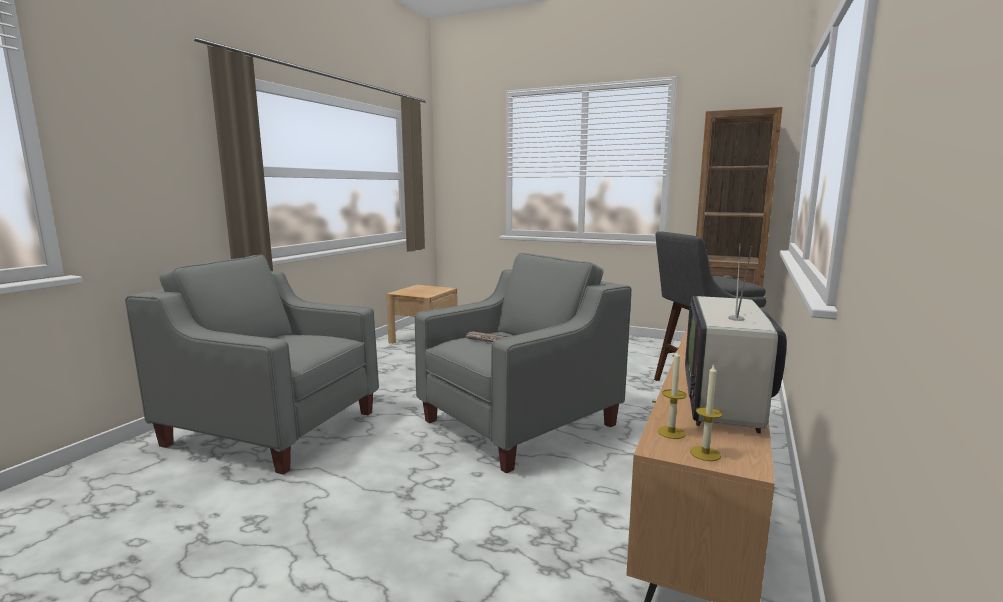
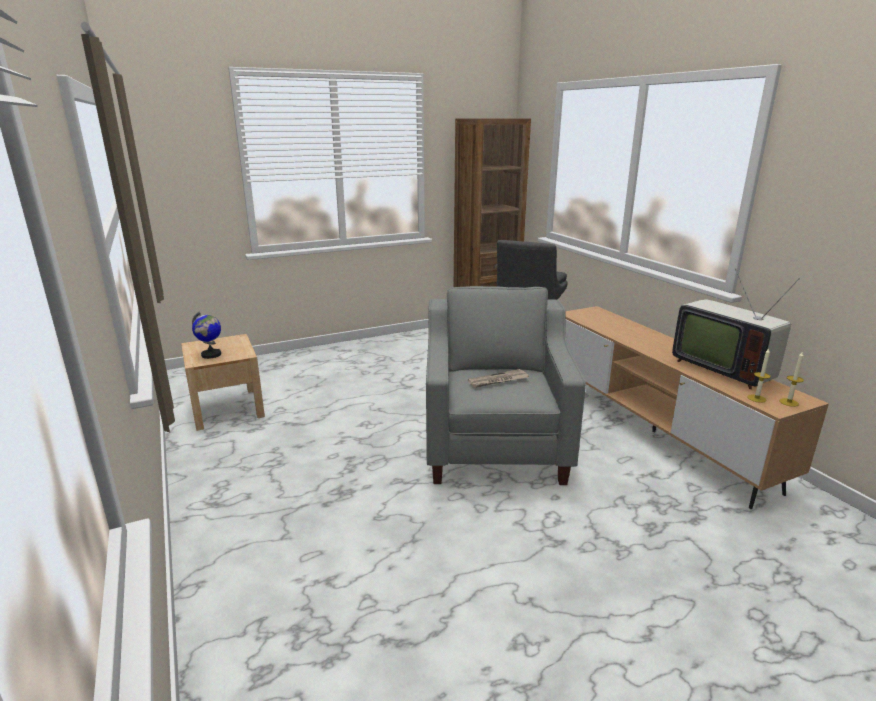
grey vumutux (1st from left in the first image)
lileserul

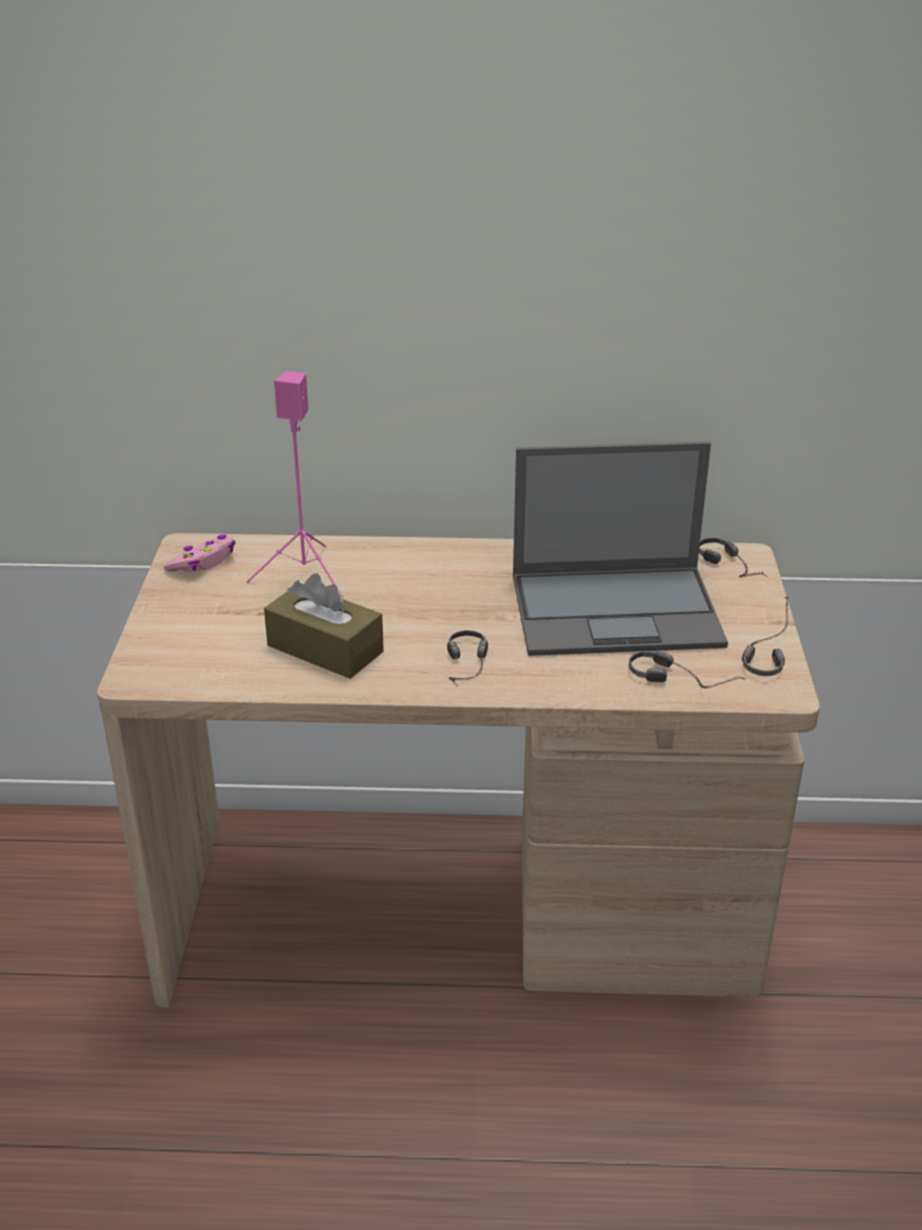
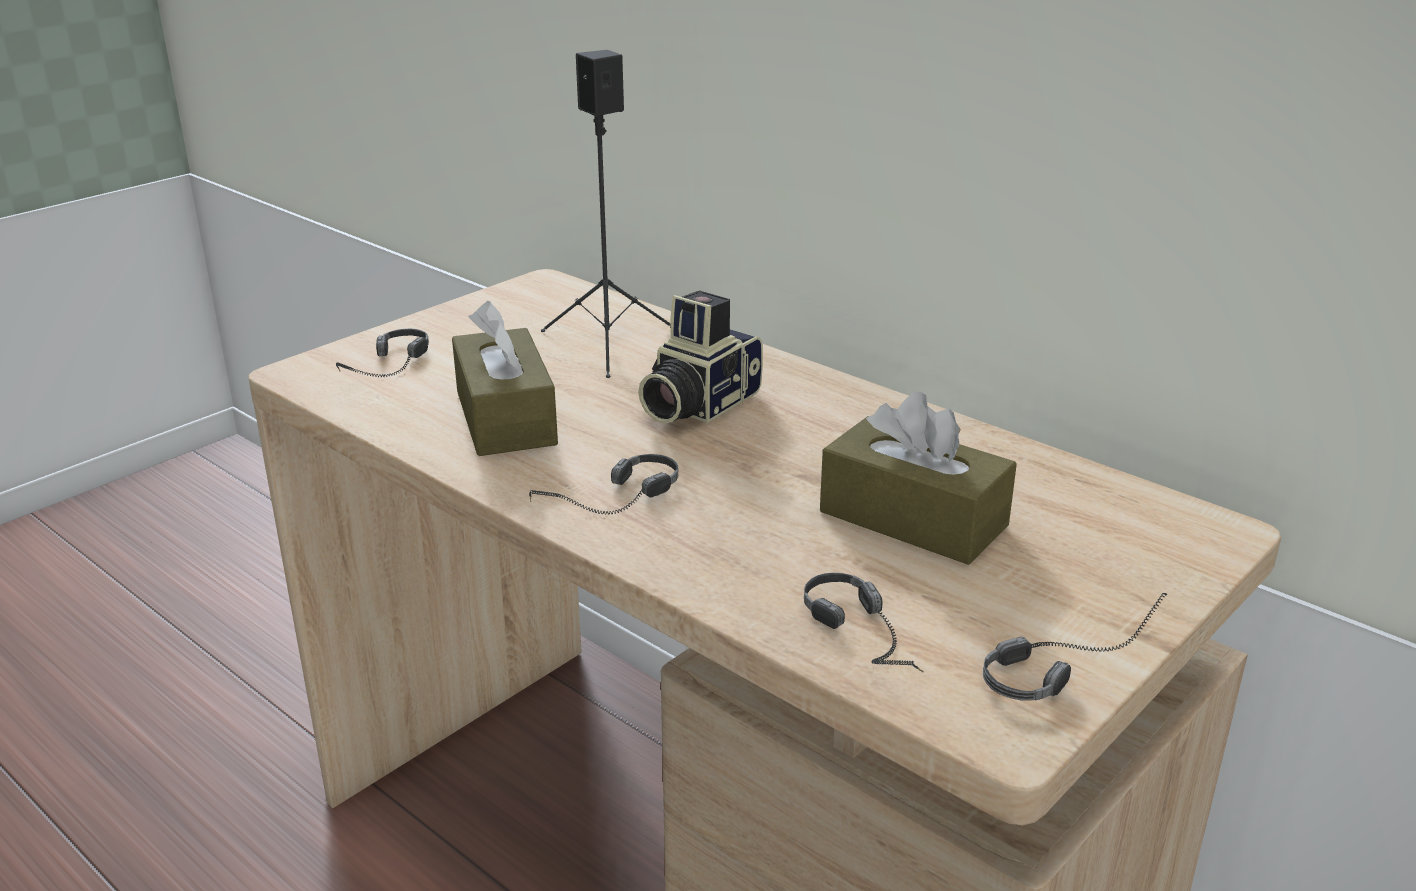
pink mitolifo
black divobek
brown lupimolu (2nd from left)
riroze (1st from left)
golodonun

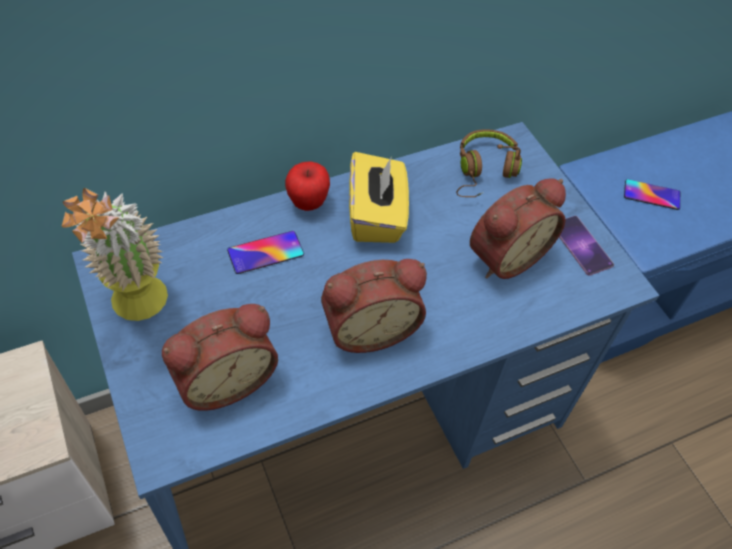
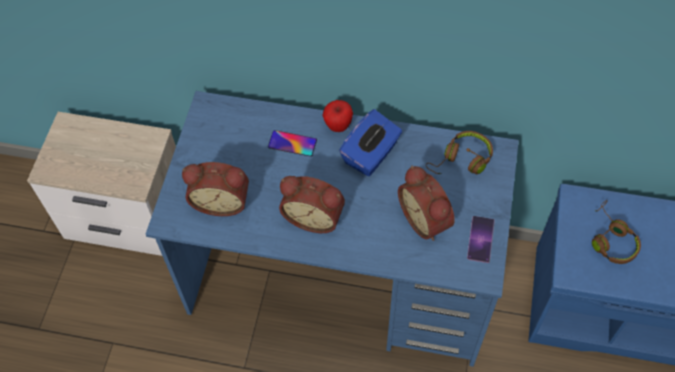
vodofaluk
blue lupimolu
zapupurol (3rd from left)
brown riroze (2nd from left)

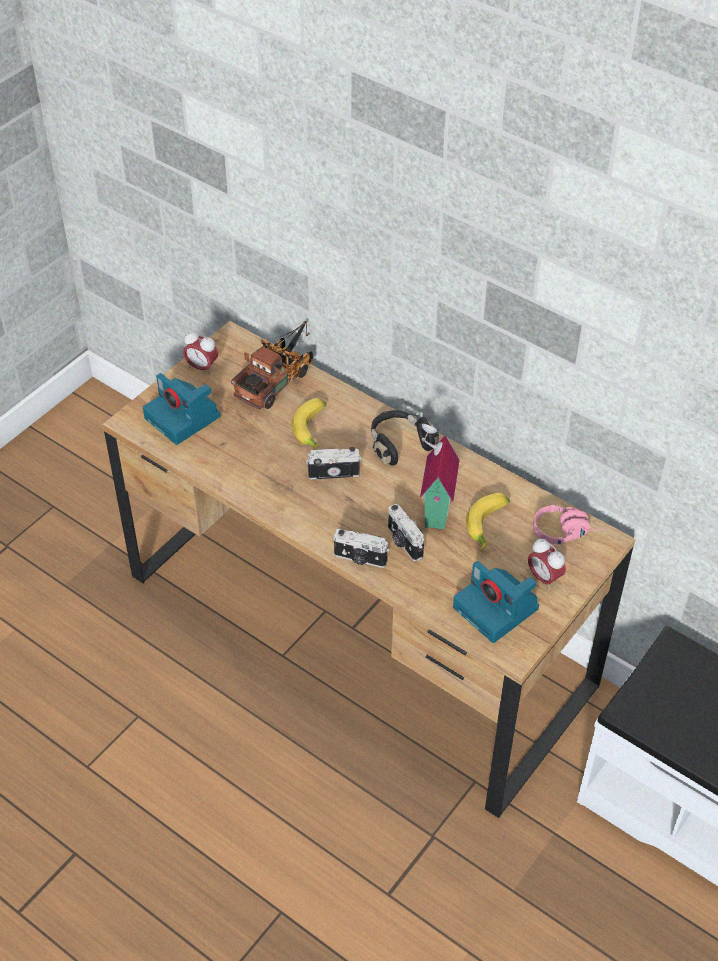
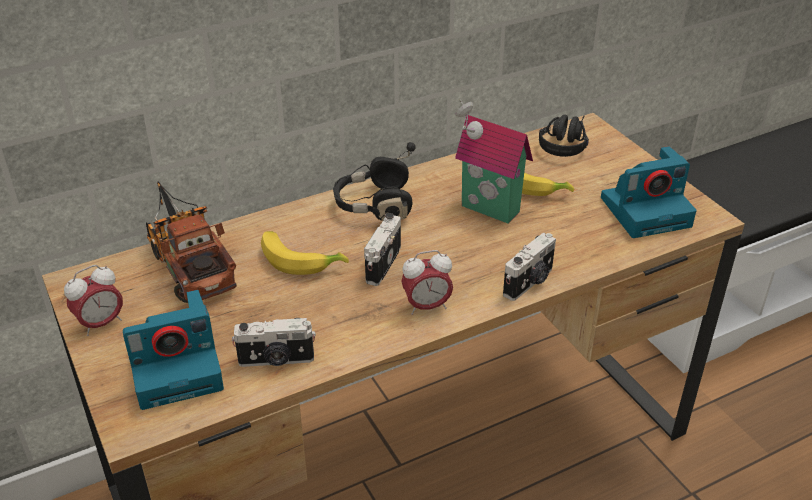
golodonun (2nd from left)
zapupurol (2nd from left)
black riroze (2nd from left)

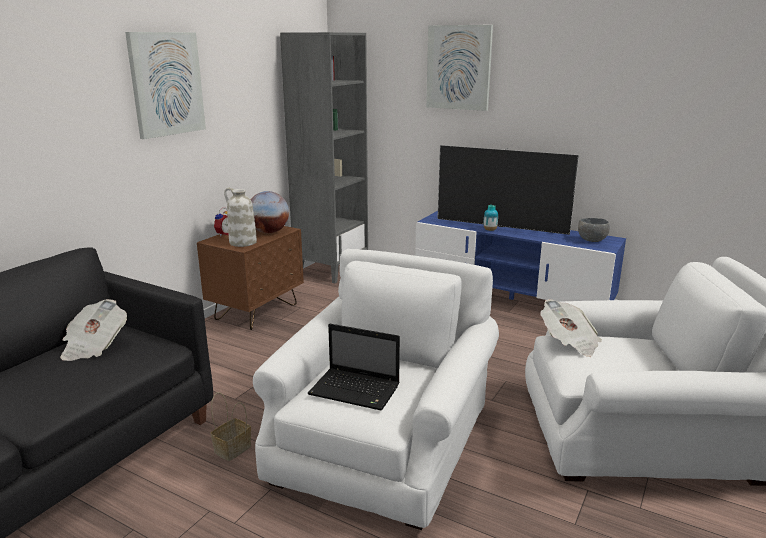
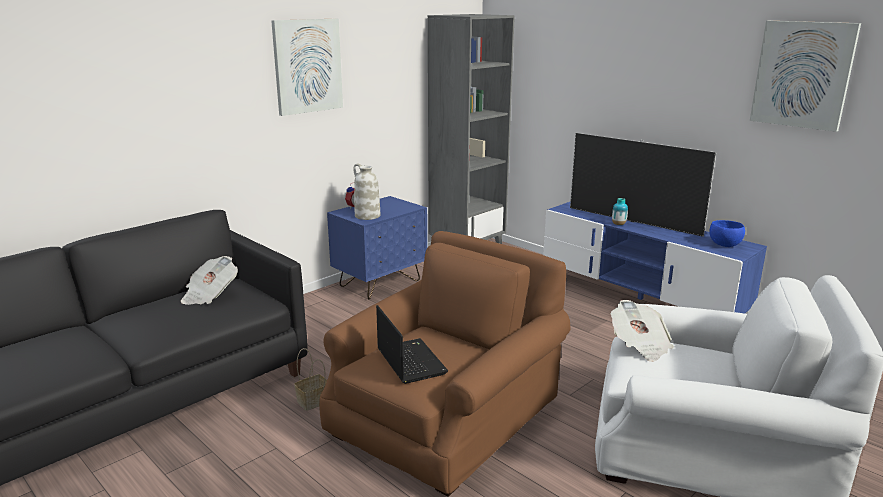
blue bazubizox
lileserul
brown vumutux
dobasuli
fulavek (2nd from left)
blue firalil

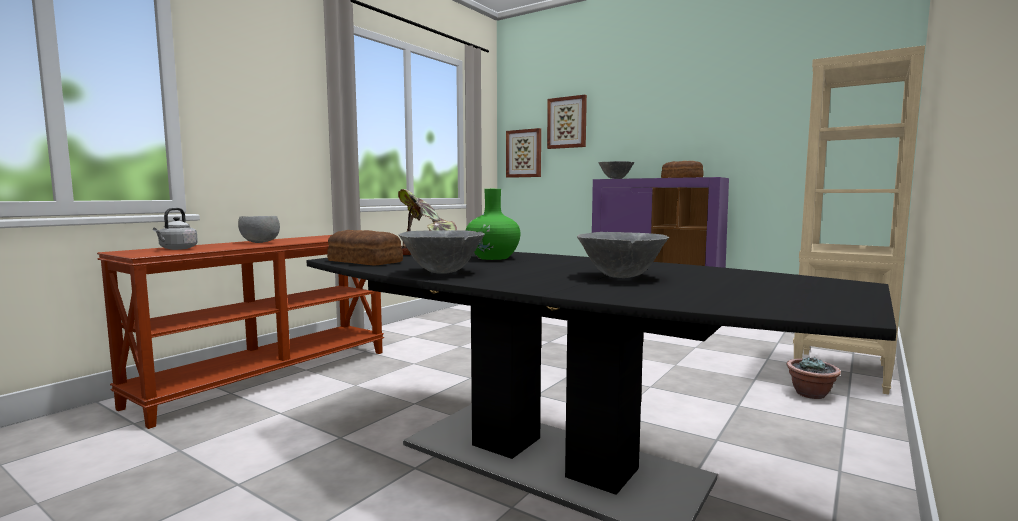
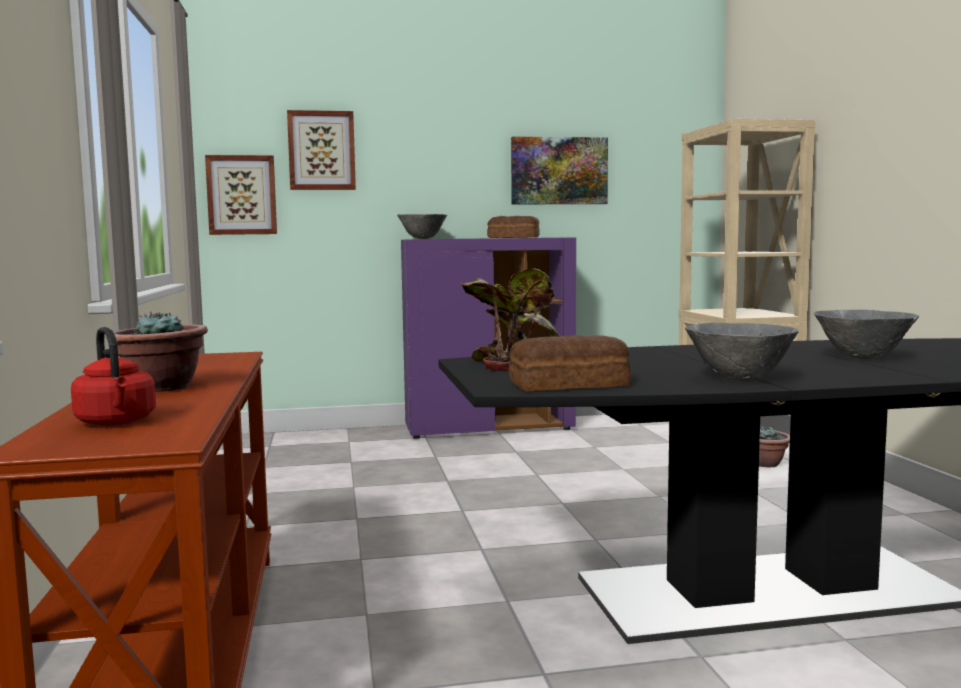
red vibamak
vodofaluk (1st from left)
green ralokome
fulavek (3rd from left)

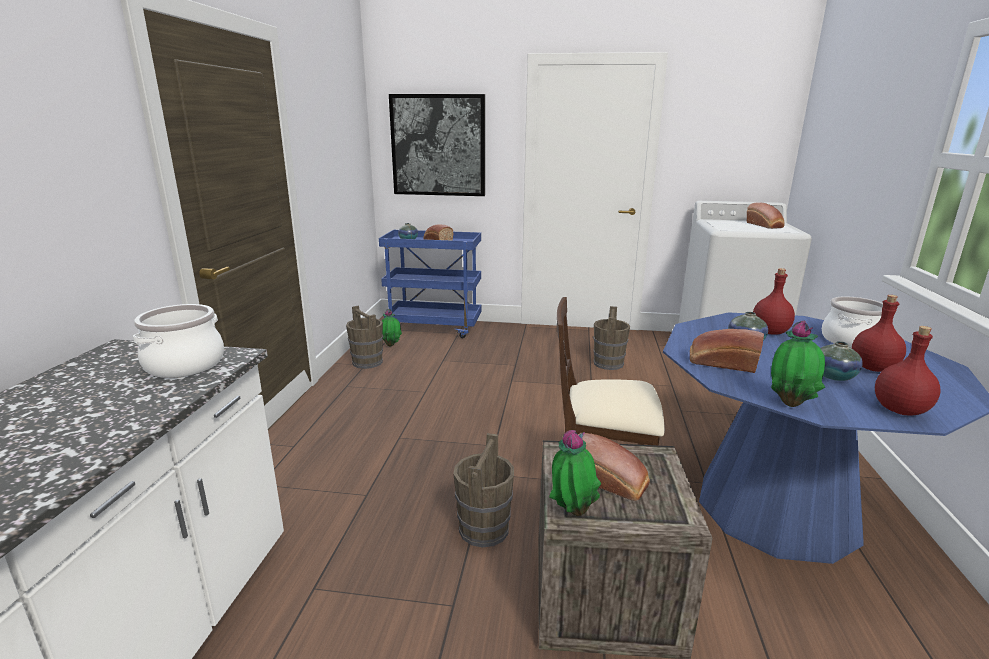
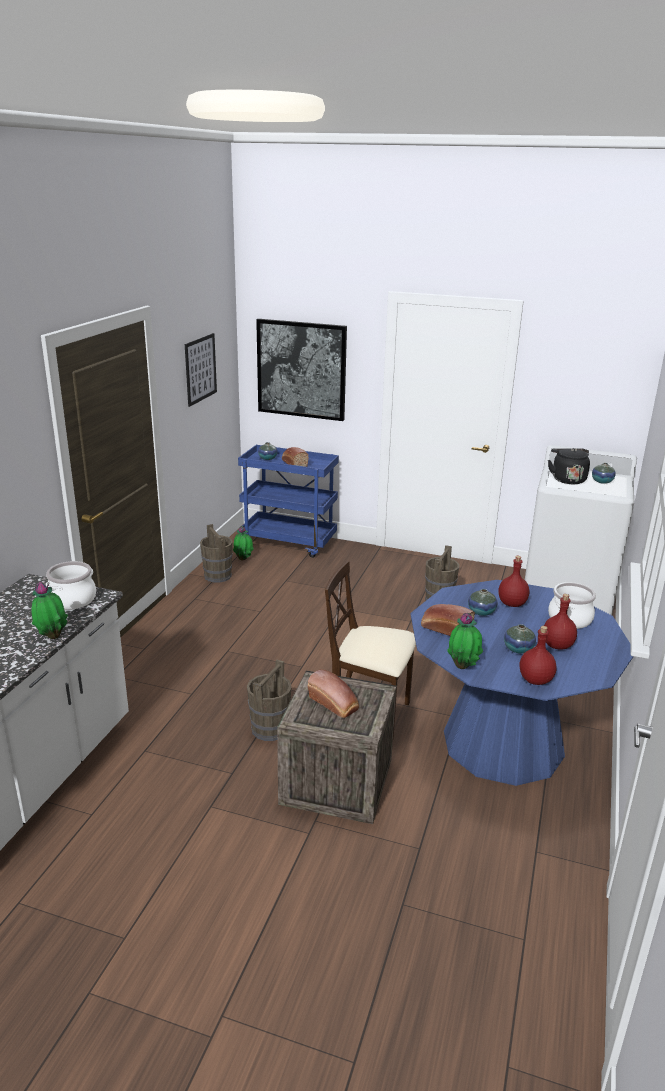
vodofaluk (1st from left)
ralokome (4th from left)
fulavek (1st from left)
black vibamak

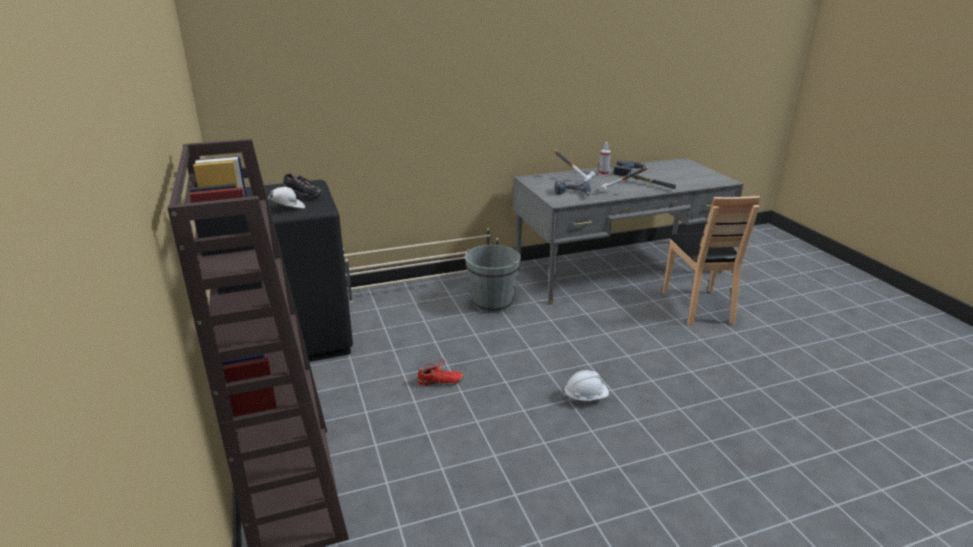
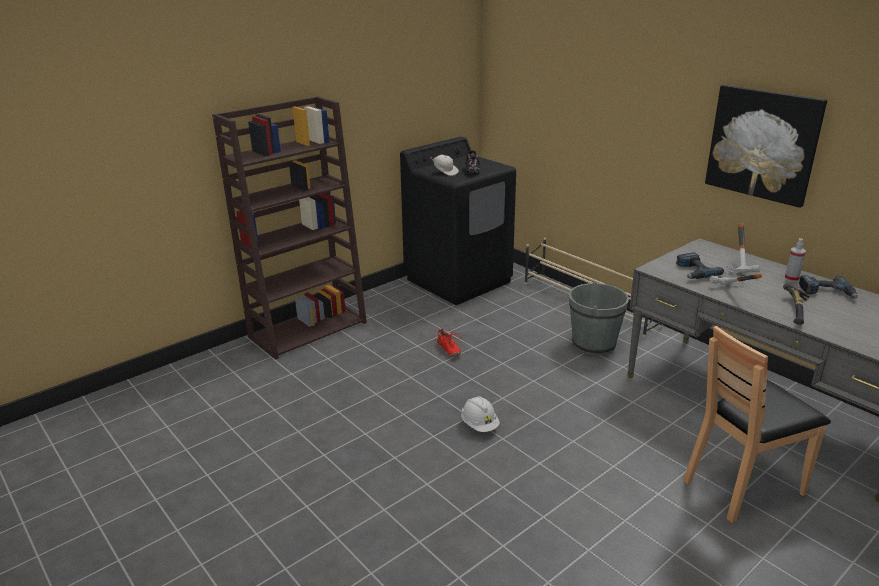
fulavek

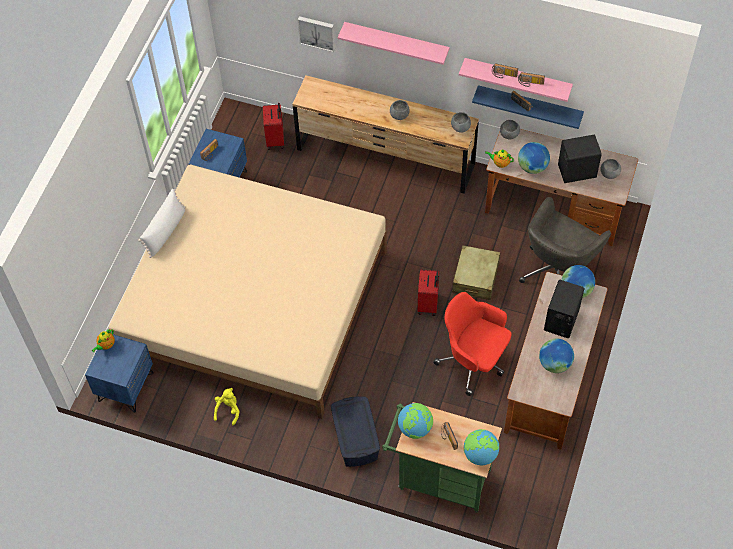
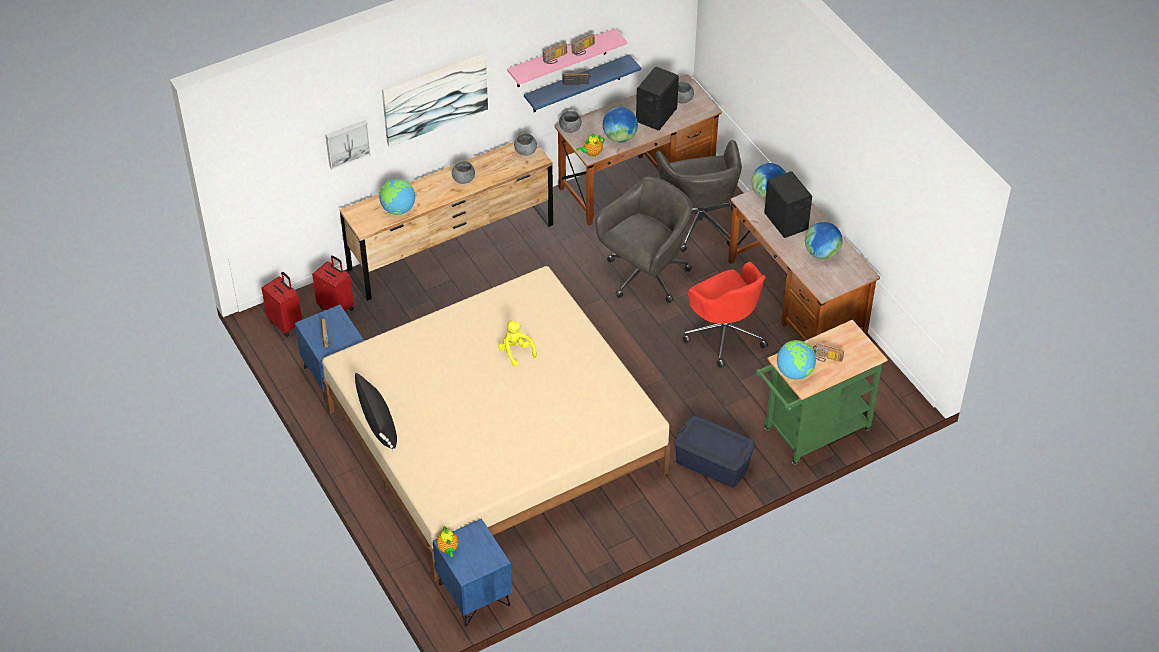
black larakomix
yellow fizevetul
fulavek (2nd from left)
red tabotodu (1st from left)
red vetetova
grey vetetova (1st from left)
lileserul (1st from left)

